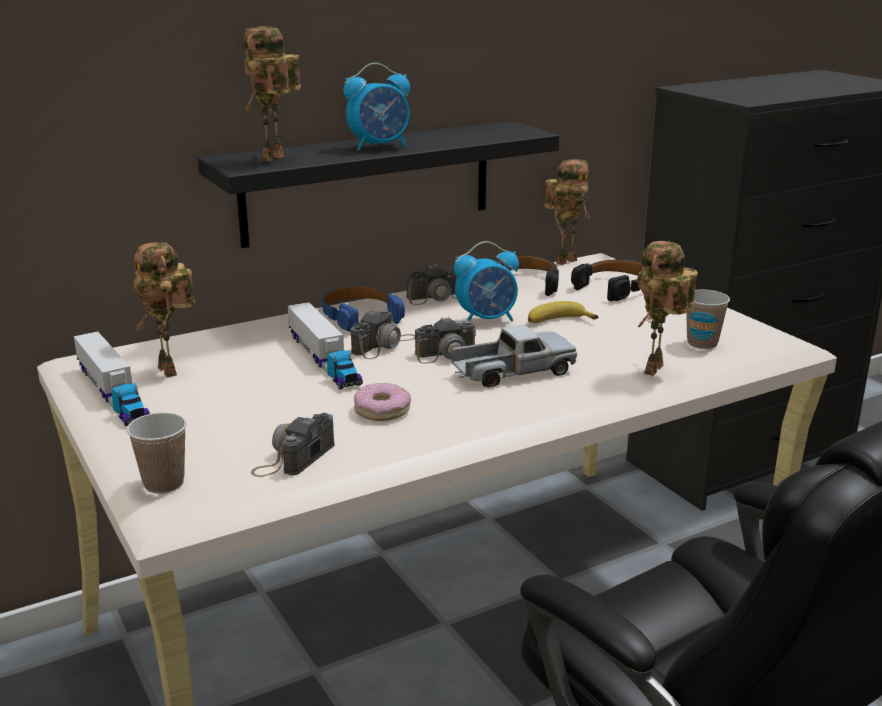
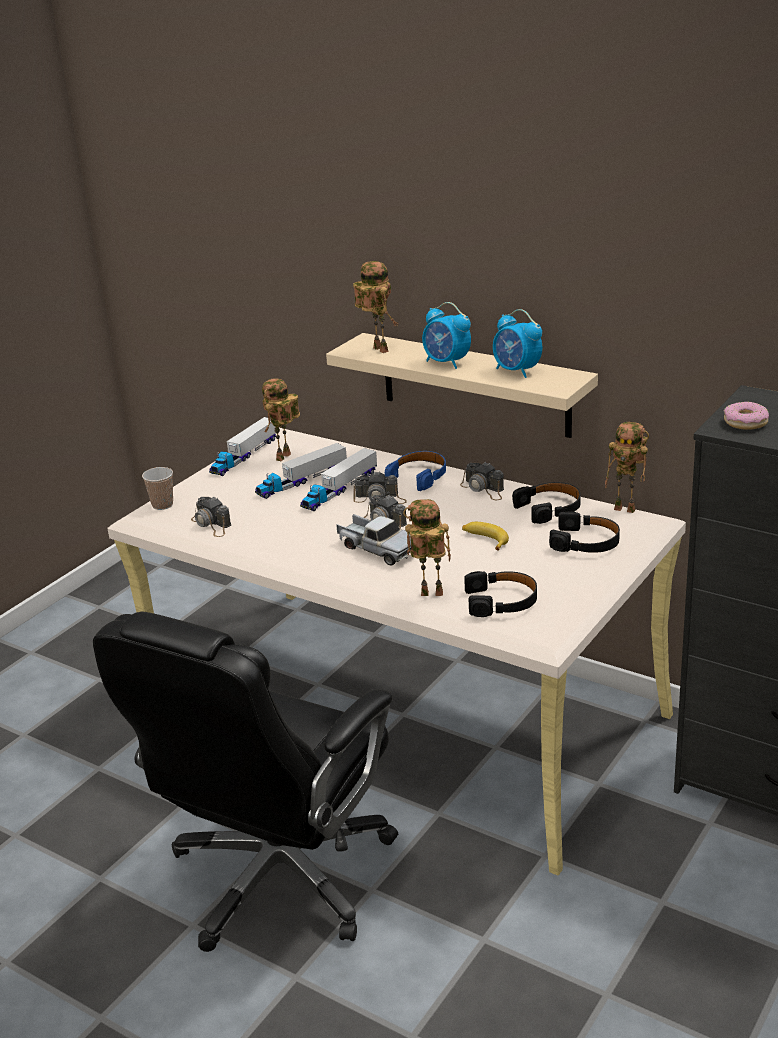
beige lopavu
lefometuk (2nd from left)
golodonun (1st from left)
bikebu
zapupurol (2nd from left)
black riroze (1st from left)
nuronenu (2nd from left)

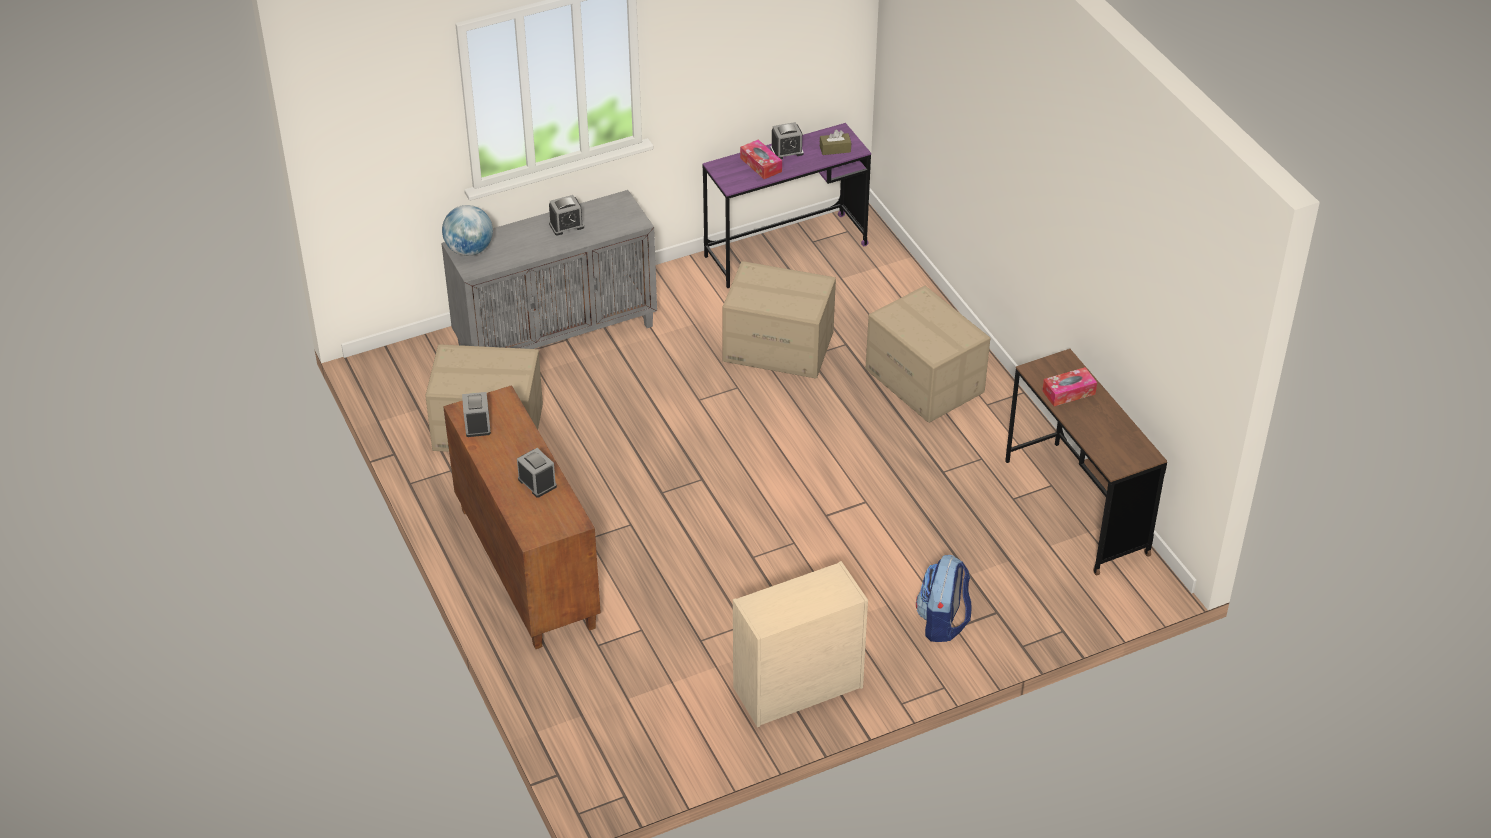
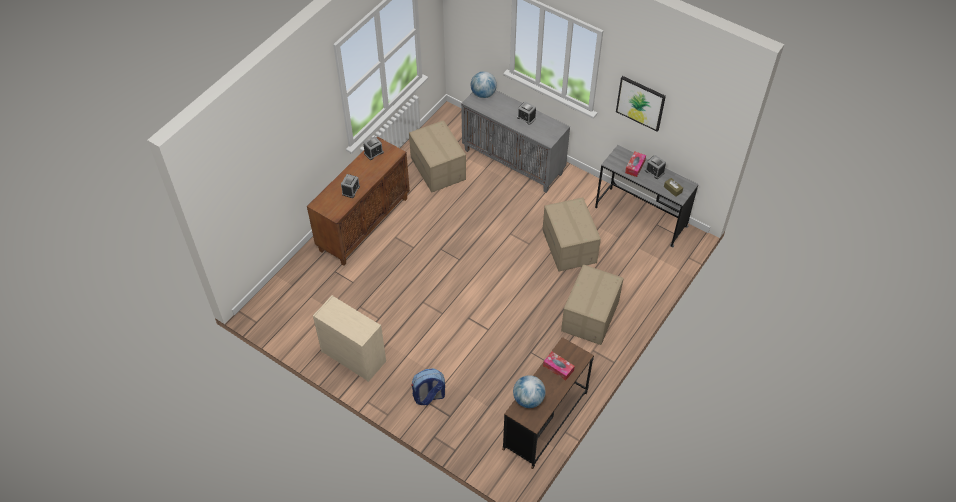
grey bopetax
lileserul (2nd from left)
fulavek

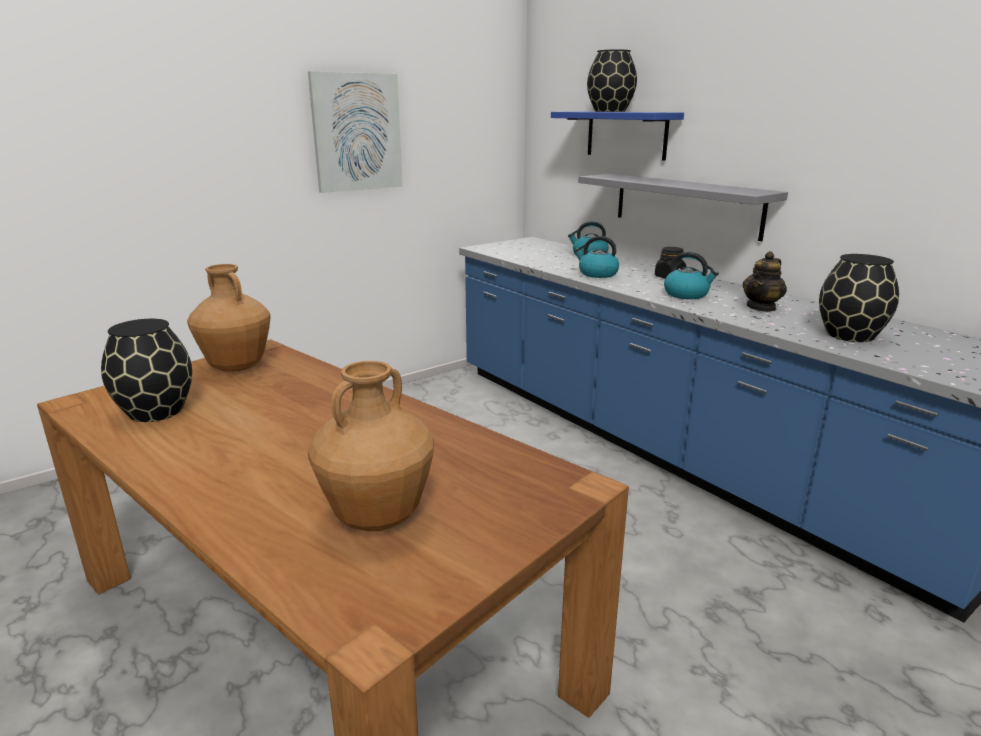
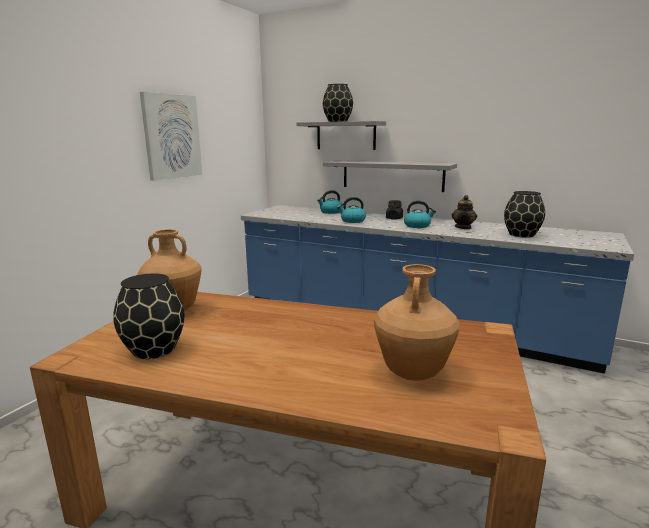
grey lopavu (1st from left)

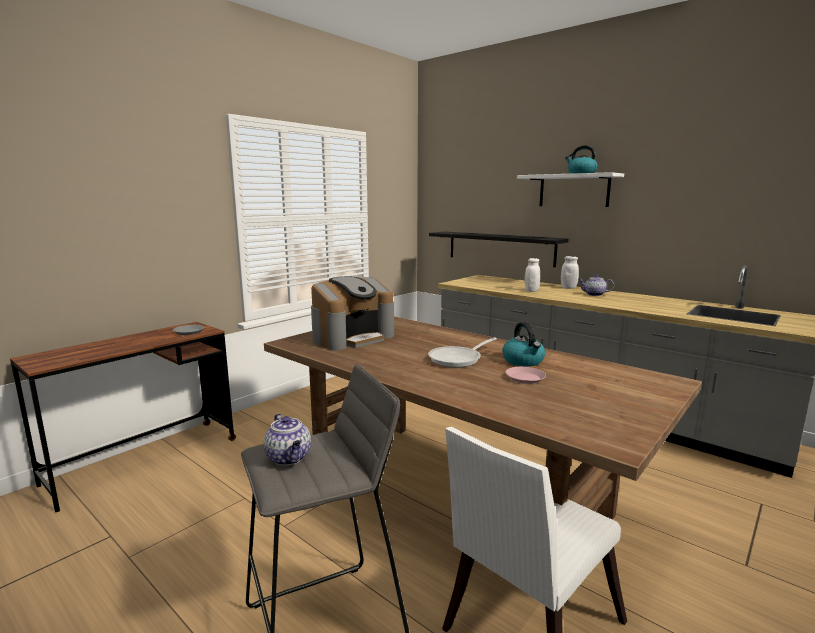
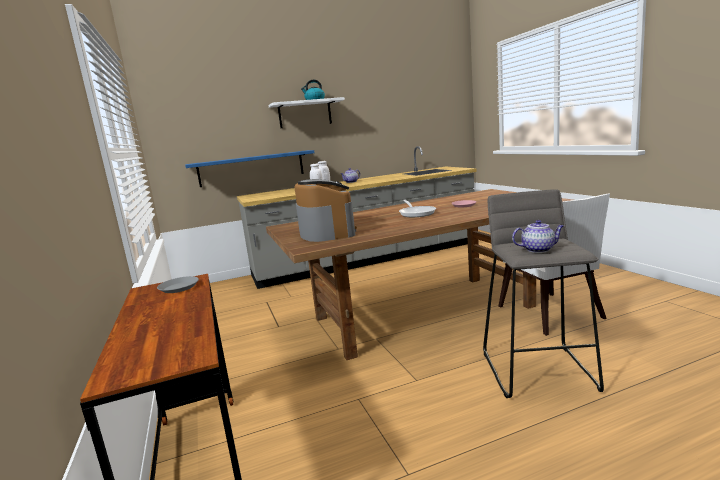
blue lopavu
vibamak (1st from left in the first image)

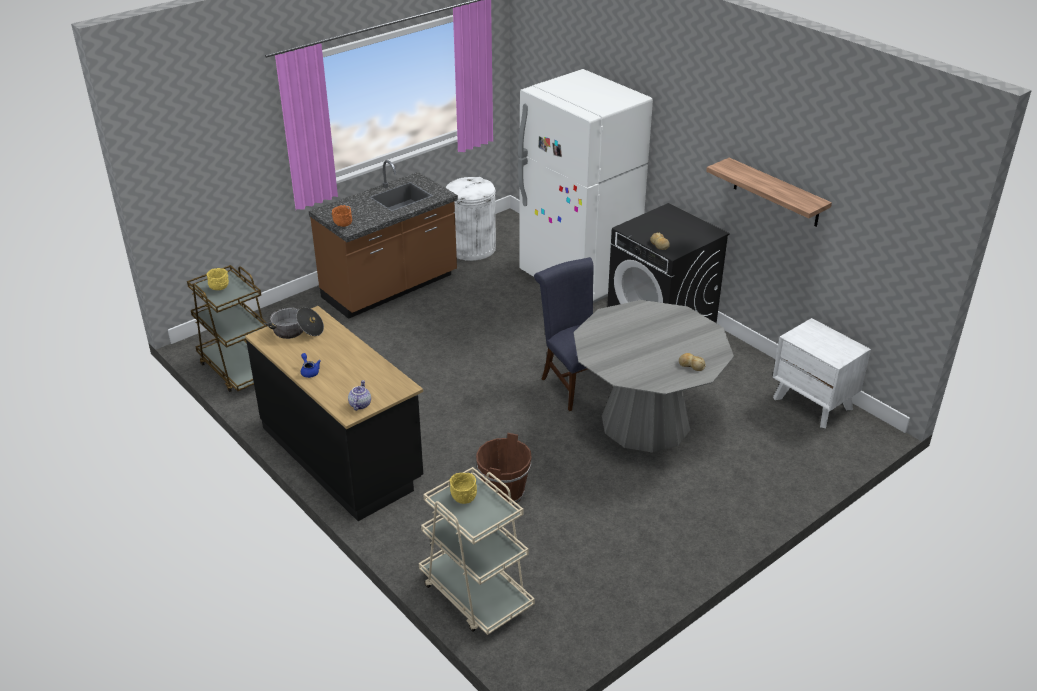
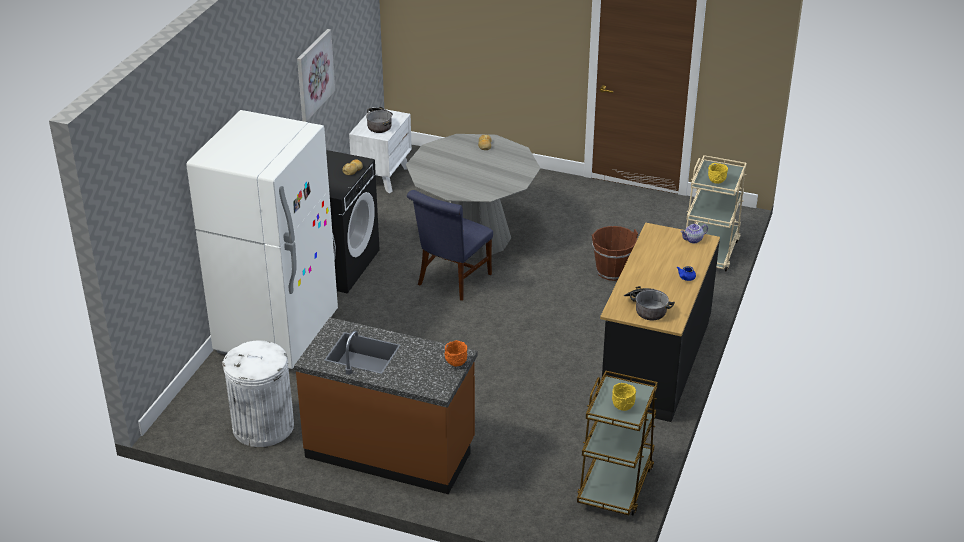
fulavek
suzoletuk (1st from left)

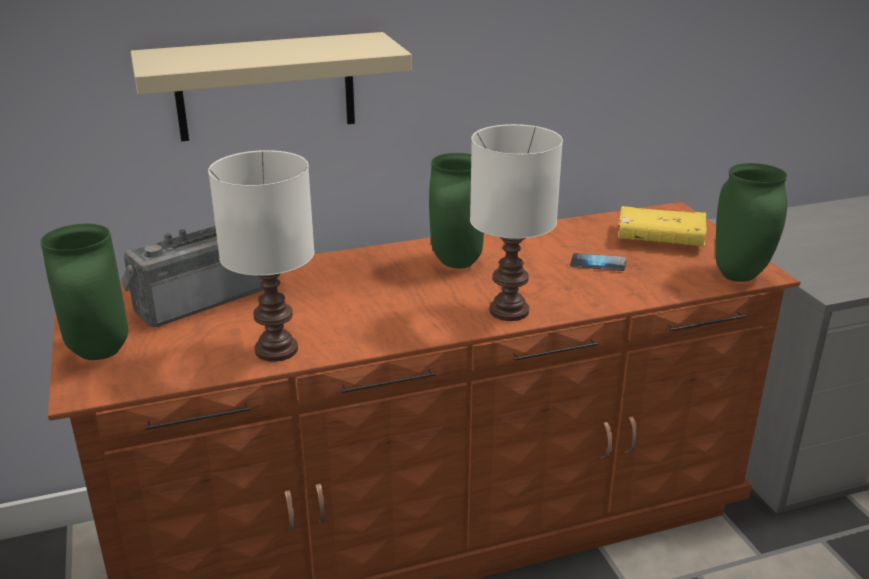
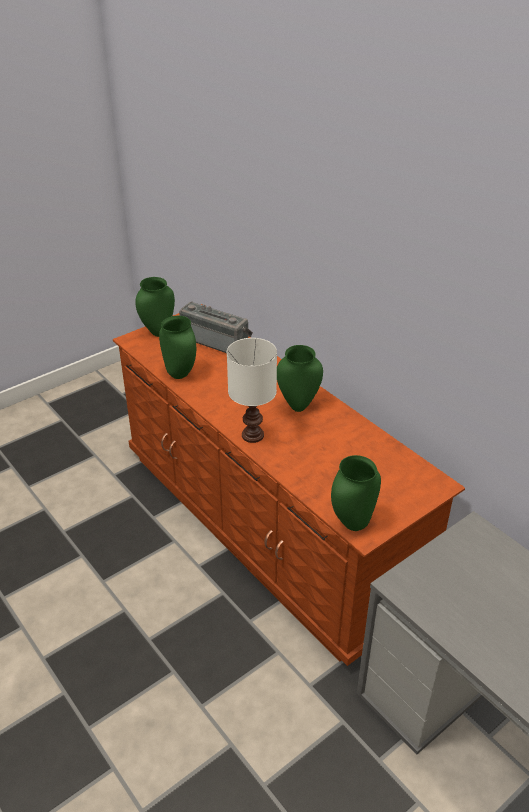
beige lopavu
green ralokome (2nd from left)
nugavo
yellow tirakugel

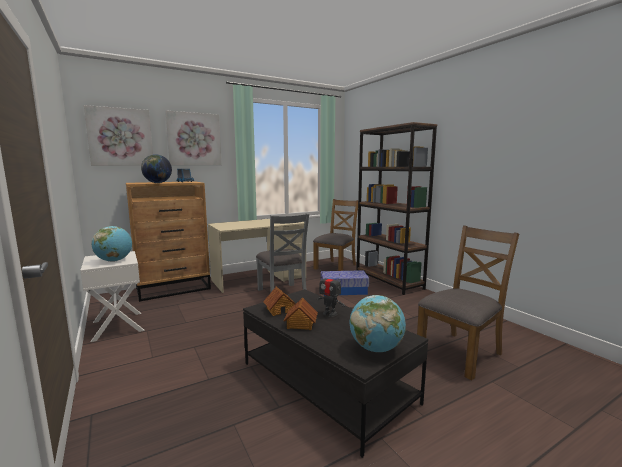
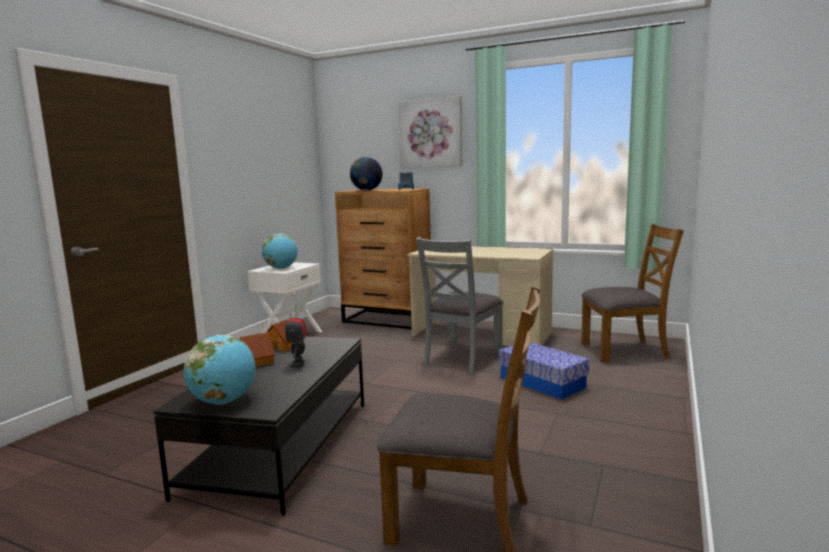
fulavek (1st from left in the first image)
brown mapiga

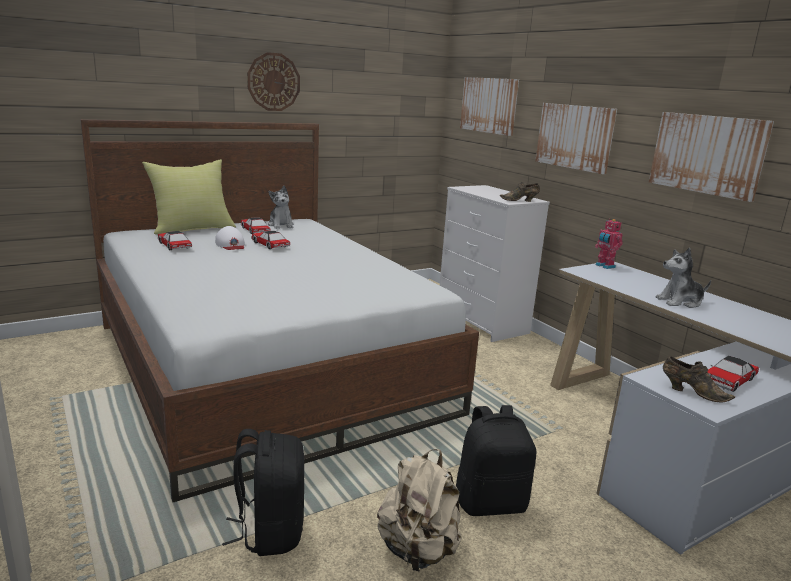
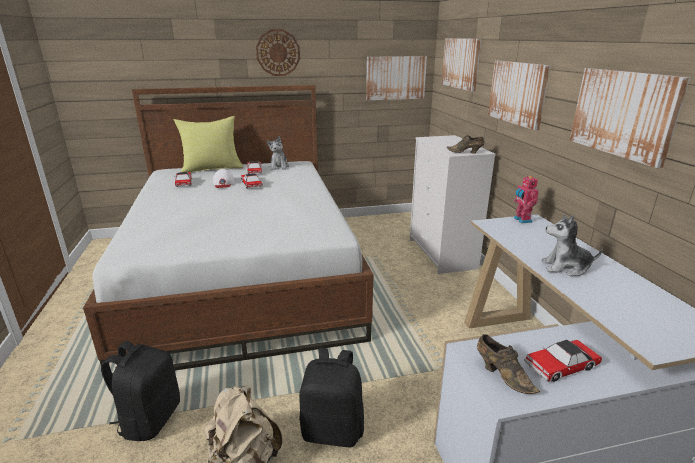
fulavek (1st from left)

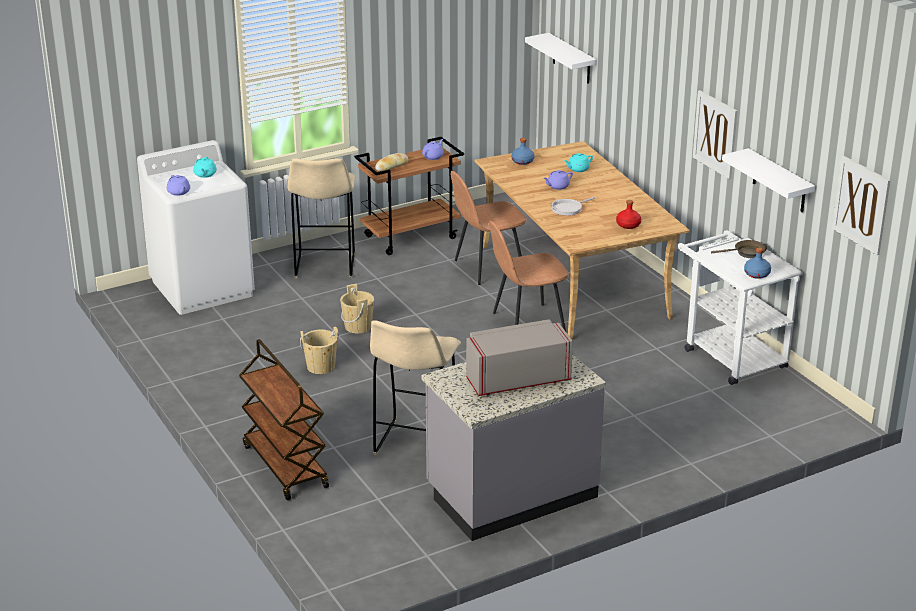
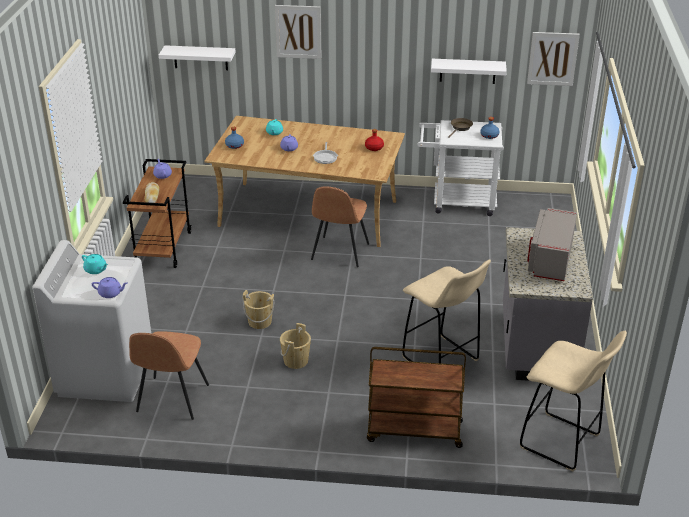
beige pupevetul (2nd from left)
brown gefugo (1st from left)
fulavek (1st from left)

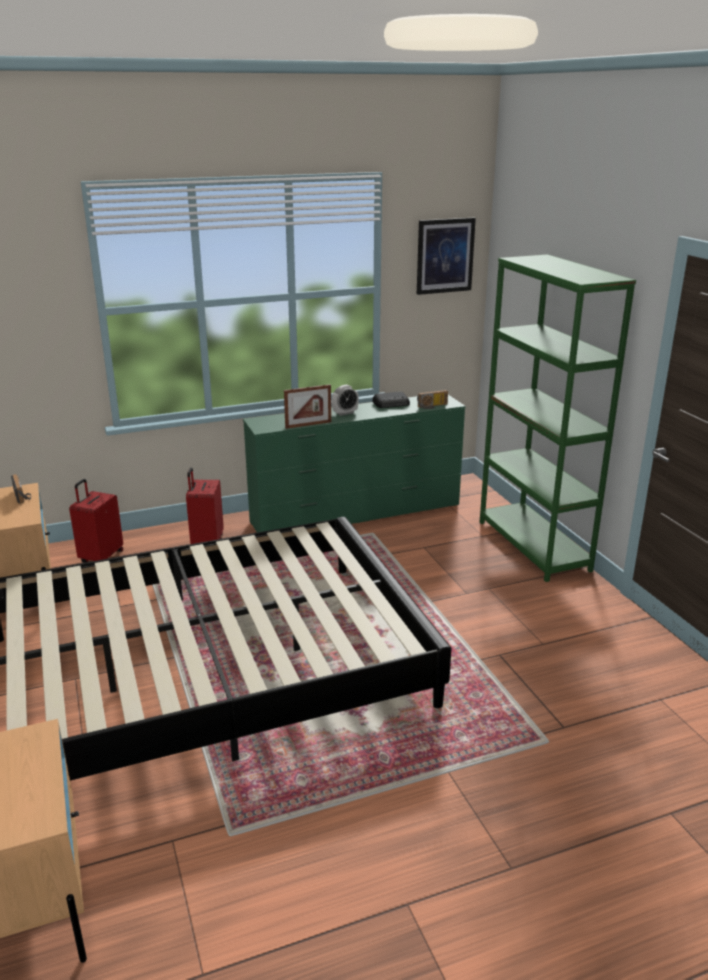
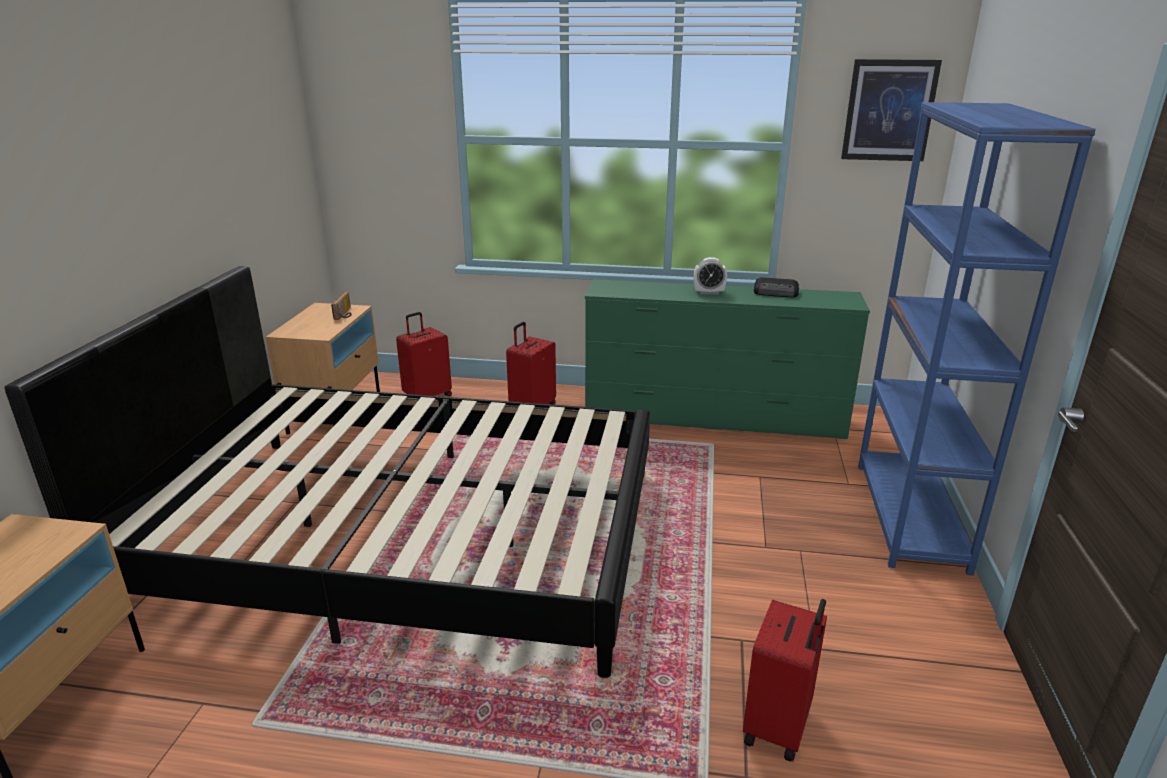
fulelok
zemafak (3rd from left in the first image)
blue mapiga
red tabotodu (3rd from left)

